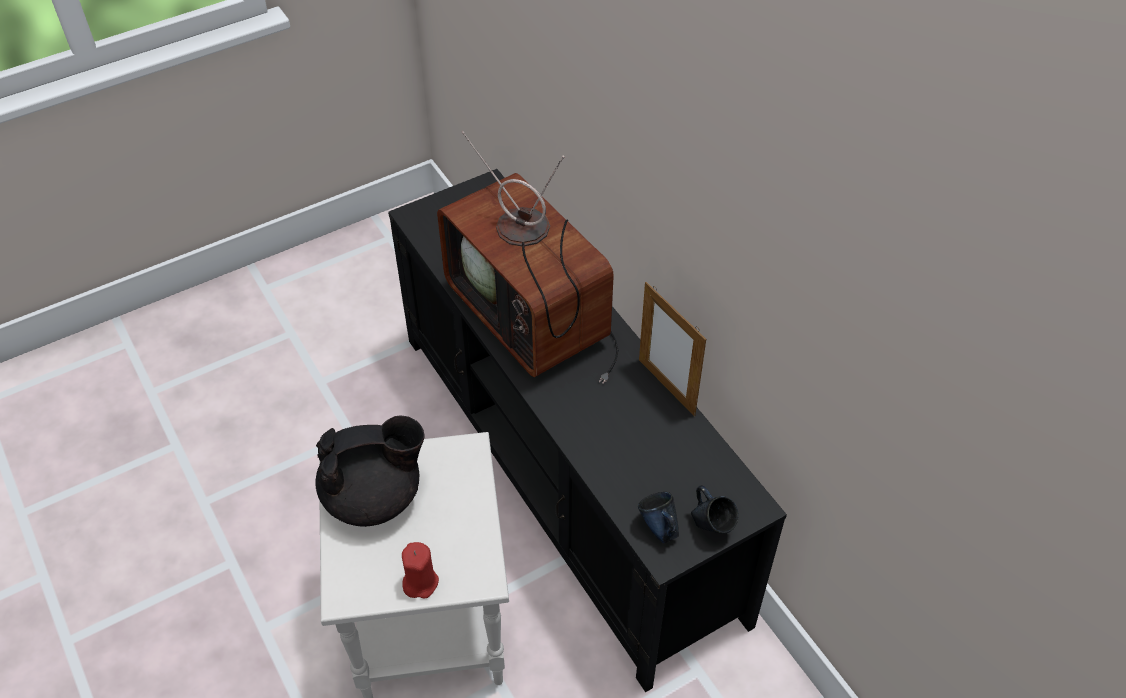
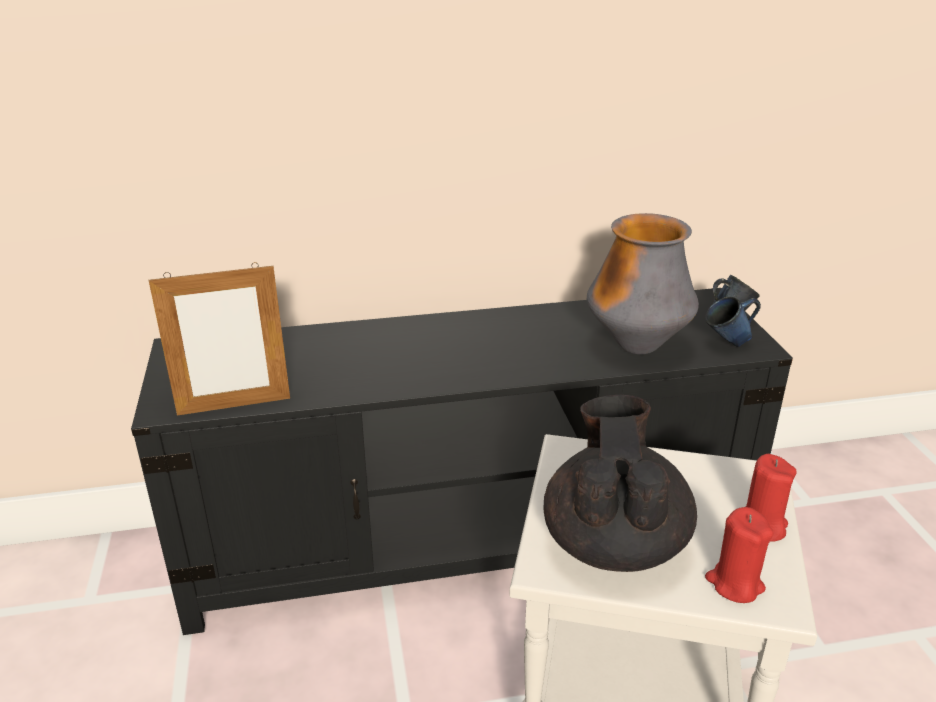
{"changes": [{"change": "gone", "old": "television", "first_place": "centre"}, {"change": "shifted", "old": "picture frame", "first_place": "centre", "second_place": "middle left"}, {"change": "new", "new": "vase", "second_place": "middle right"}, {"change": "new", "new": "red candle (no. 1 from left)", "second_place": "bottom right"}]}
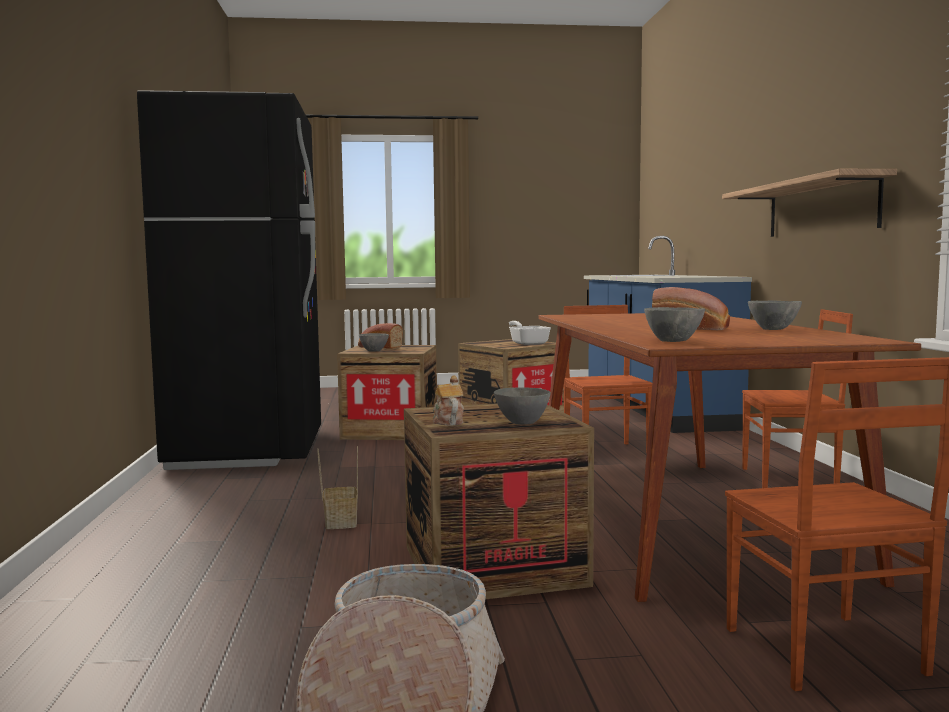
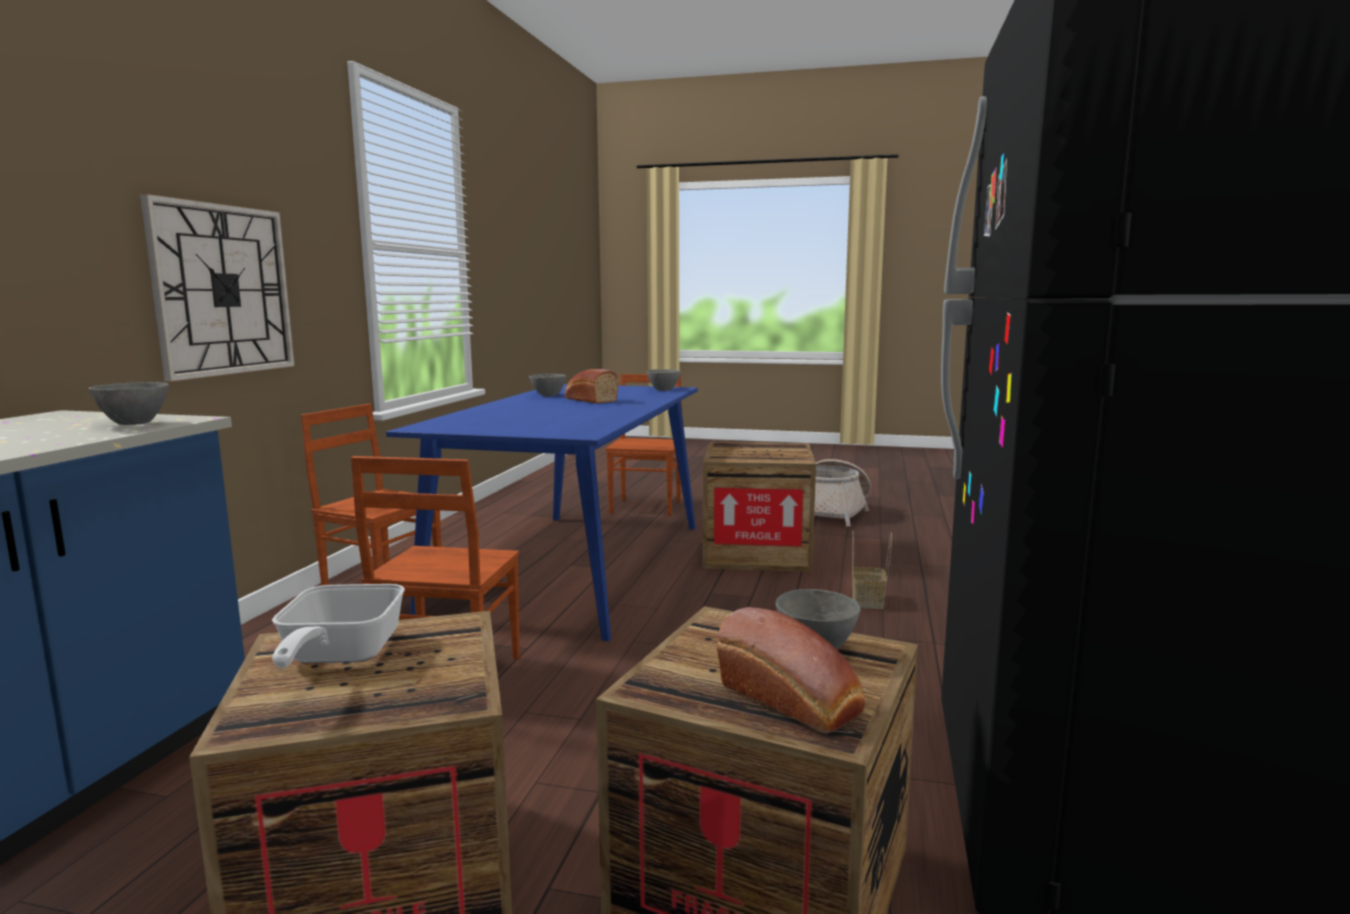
{"changes": [{"change": "gone", "old": "teapot", "first_place": "centre"}, {"change": "shifted", "old": "grey bowl (no. 2 from left in the first image)", "new": "grey bowl (no. 1 from left)", "first_place": "centre", "second_place": "middle left"}, {"change": "repainted", "old": "brown dining table", "new": "blue dining table", "first_place": "middle right", "second_place": "centre"}, {"change": "swapped", "old": "shelf", "new": "wall clock", "first_place": "top right", "second_place": "top left"}]}
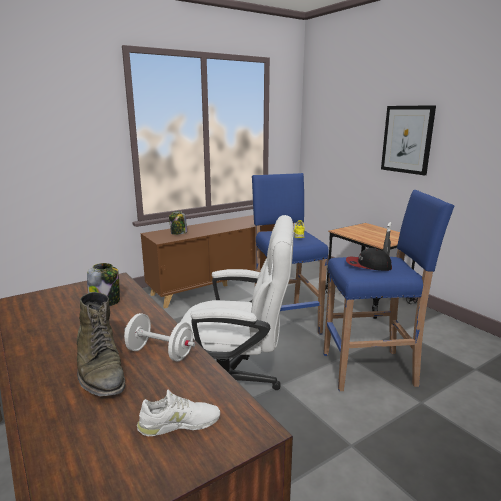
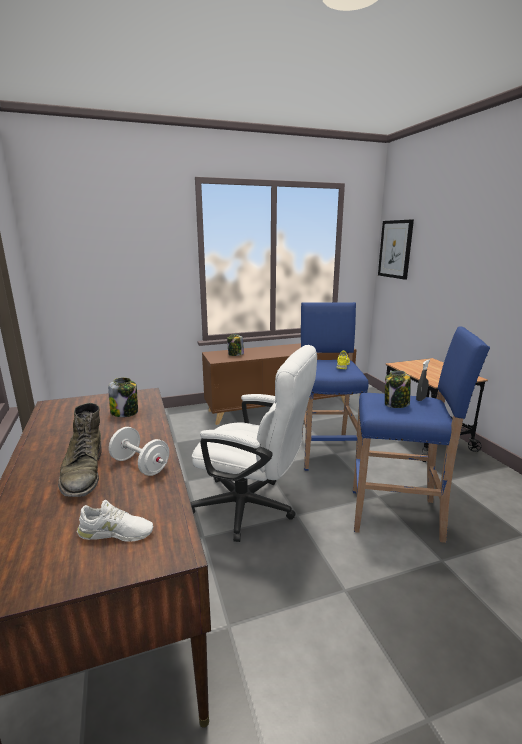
{"changes": [{"change": "swapped", "old": "cap", "new": "jar (no. 3 from left)", "first_place": "middle right", "second_place": "middle right"}, {"change": "shifted", "old": "picture", "first_place": "top right", "second_place": "middle right"}]}
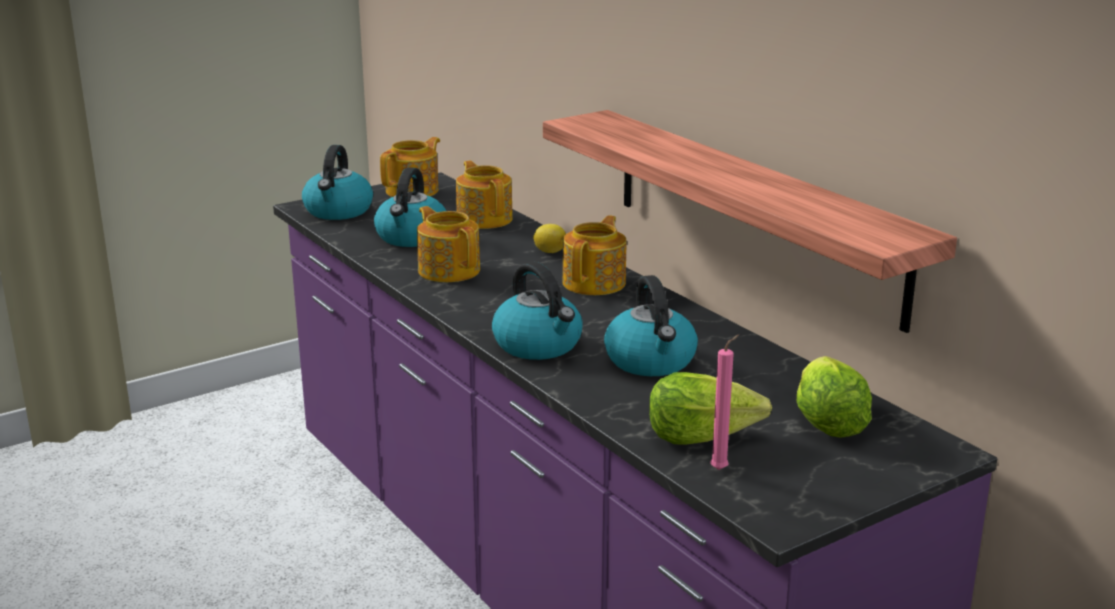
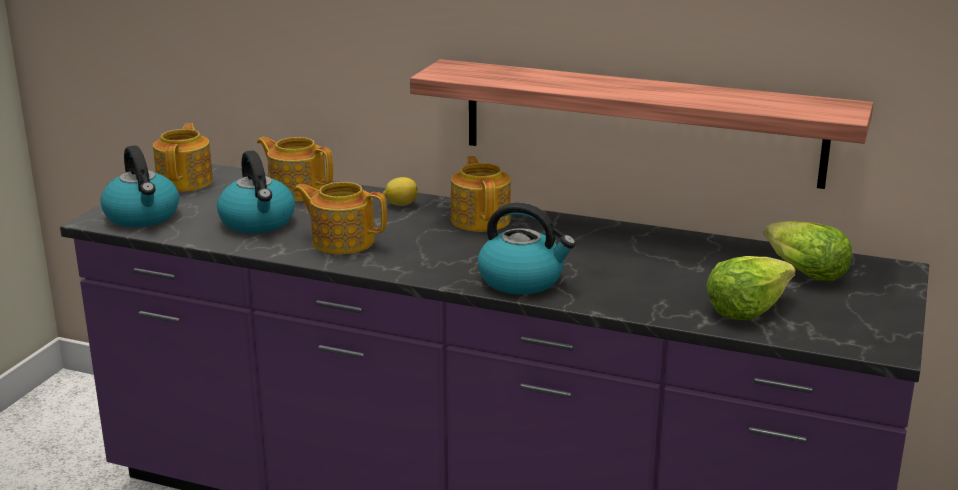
{"changes": [{"change": "gone", "old": "kettle (no. 4 from left)", "first_place": "centre"}, {"change": "gone", "old": "pink candle", "first_place": "centre"}]}
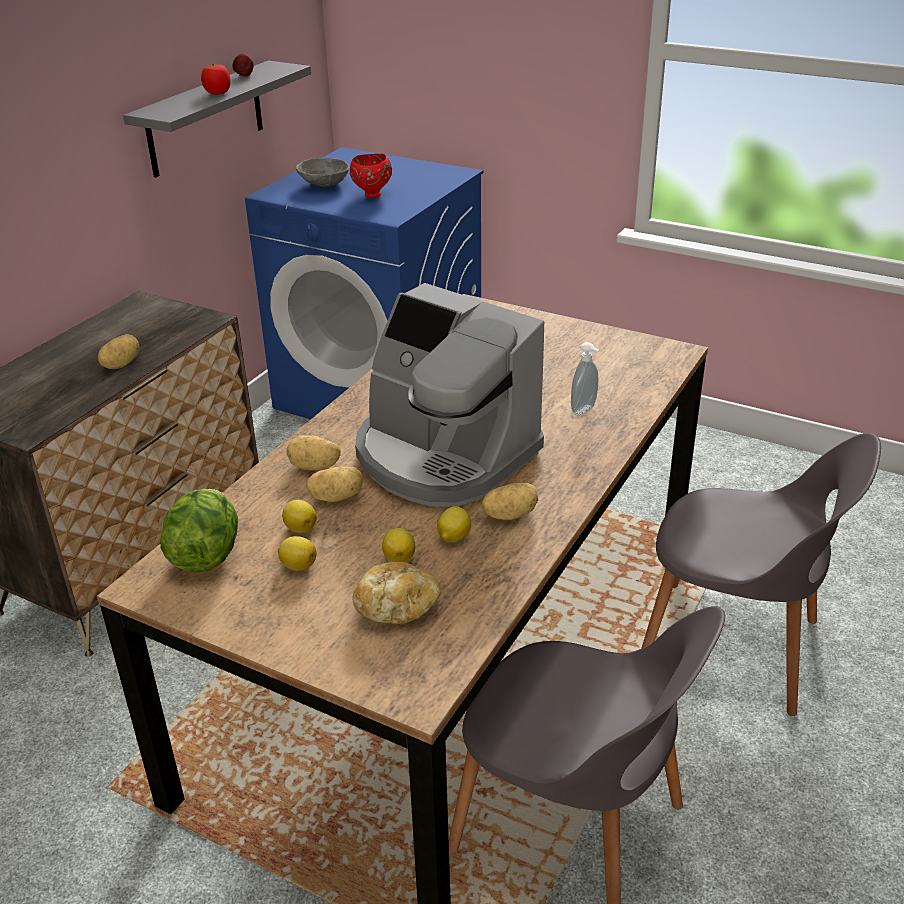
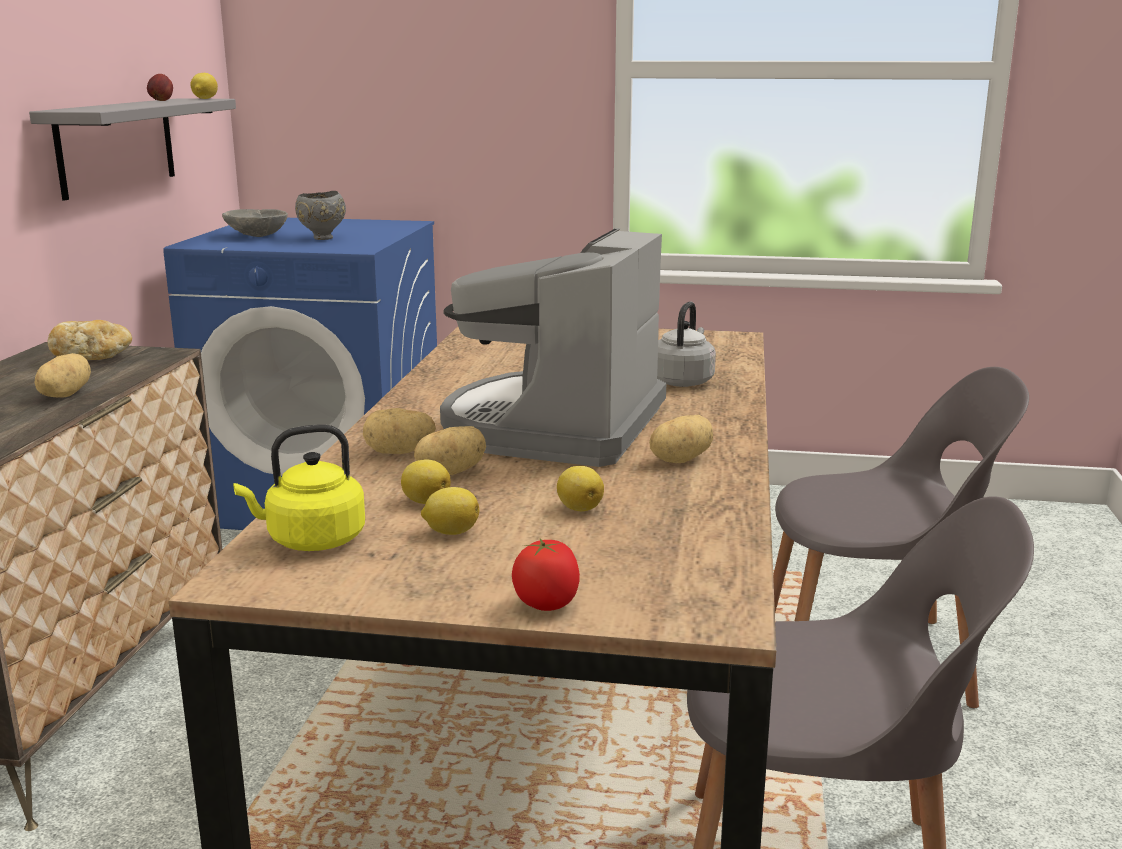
{"changes": [{"change": "swapped", "old": "lettuce", "new": "yellow kettle", "first_place": "middle left", "second_place": "middle left"}, {"change": "shifted", "old": "tomato", "first_place": "top left", "second_place": "bottom centre"}, {"change": "repainted", "old": "red bowl", "new": "grey bowl (no. 2 from left)", "first_place": "top centre", "second_place": "top left"}, {"change": "shifted", "old": "bread", "first_place": "centre", "second_place": "middle left"}, {"change": "rotated", "old": "coffee machine", "first_place": "centre", "second_place": "centre", "degrees": 90}, {"change": "shifted", "old": "lemon (no. 4 from left in the first image)", "new": "lemon (no. 1 from left)", "first_place": "centre", "second_place": "top left"}, {"change": "swapped", "old": "soap dispenser", "new": "grey kettle", "first_place": "centre", "second_place": "centre"}]}
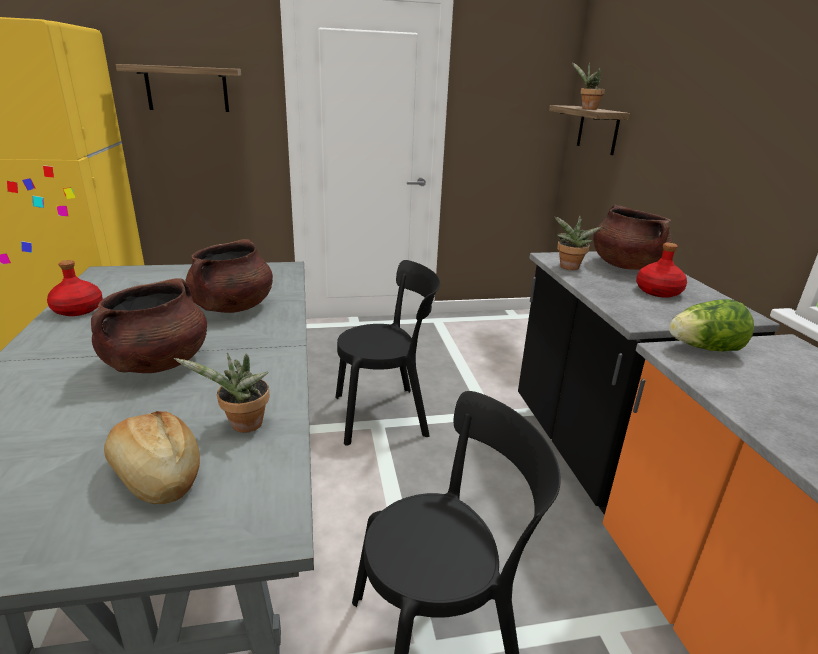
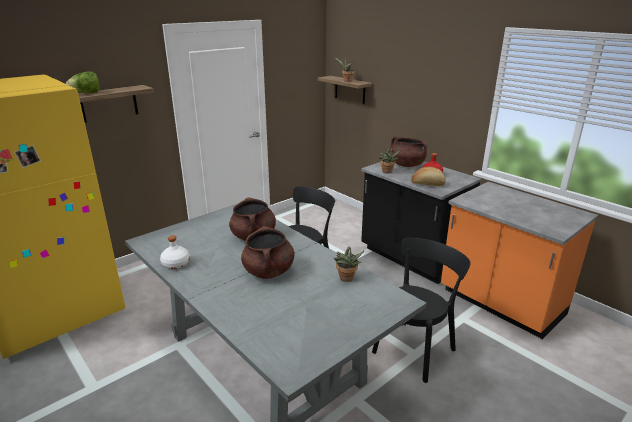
{"changes": [{"change": "repainted", "old": "red bottle (no. 1 from left)", "new": "white bottle", "first_place": "middle left", "second_place": "middle left"}, {"change": "shifted", "old": "bread", "first_place": "bottom left", "second_place": "middle right"}, {"change": "shifted", "old": "lettuce", "first_place": "middle right", "second_place": "top left"}]}
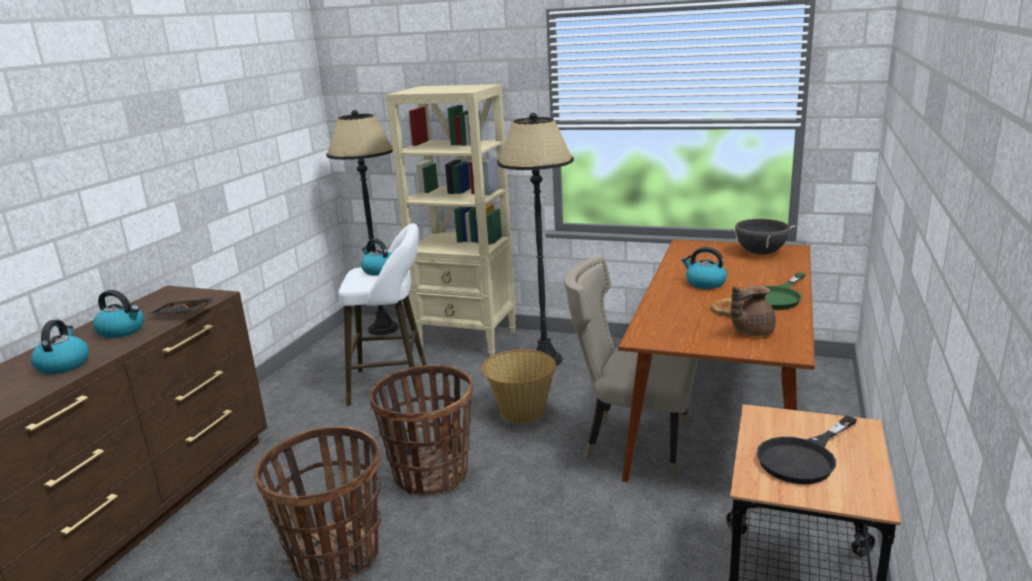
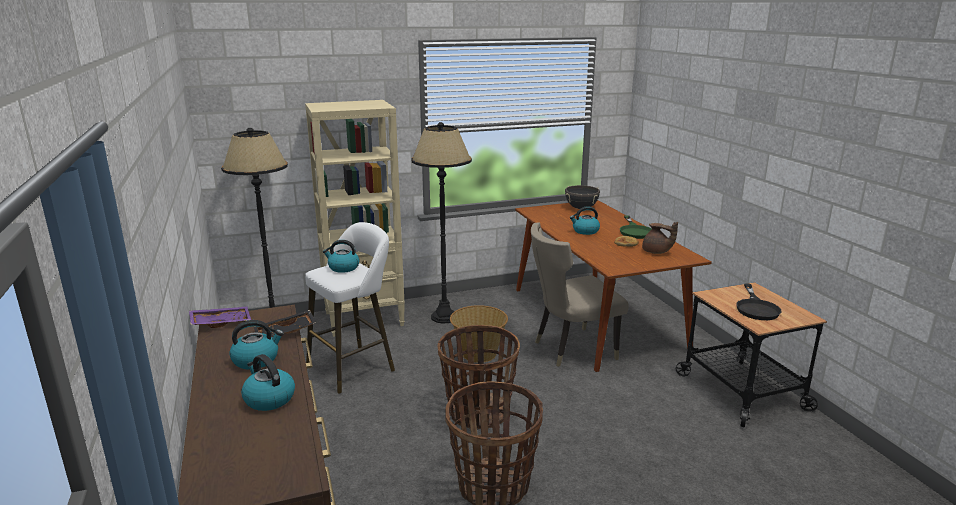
{"changes": [{"change": "rotated", "old": "brown teapot", "first_place": "middle right", "second_place": "middle right", "degrees": -75}, {"change": "new", "new": "purple tray", "second_place": "middle left"}]}
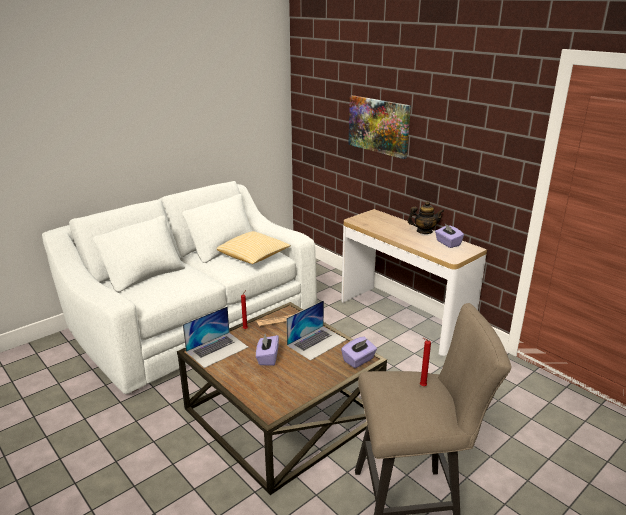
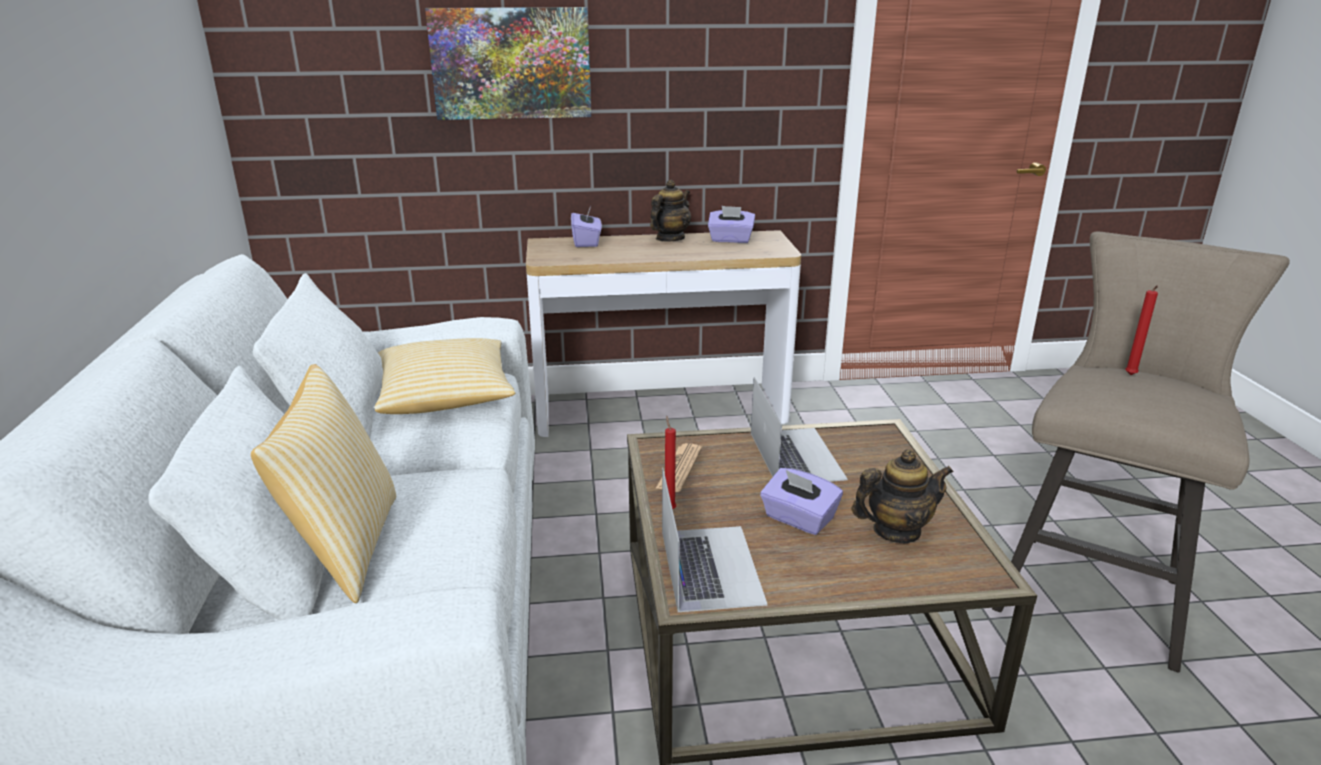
{"changes": [{"change": "shifted", "old": "purple tissue box (no. 2 from left in the first image)", "new": "purple tissue box (no. 1 from left)", "first_place": "bottom centre", "second_place": "top centre"}, {"change": "new", "new": "pillow (no. 1 from left)", "second_place": "middle left"}, {"change": "new", "new": "teapot (no. 2 from left)", "second_place": "middle right"}]}
